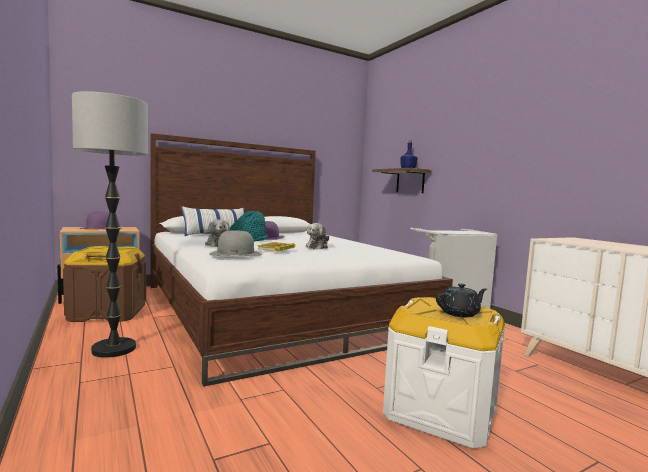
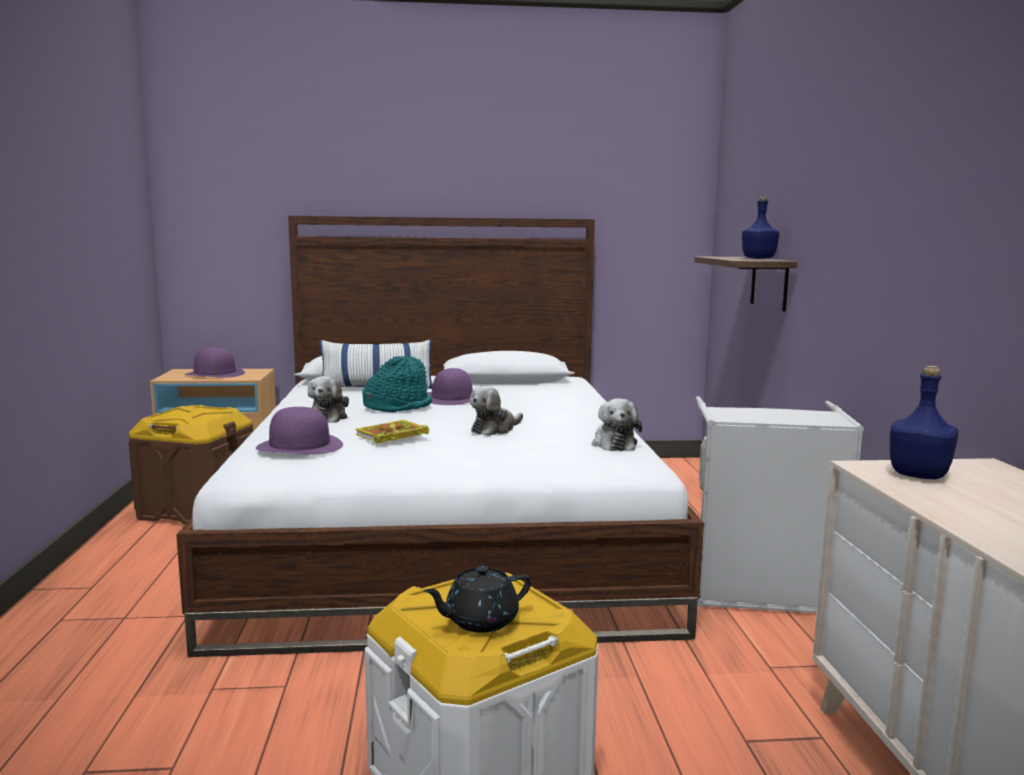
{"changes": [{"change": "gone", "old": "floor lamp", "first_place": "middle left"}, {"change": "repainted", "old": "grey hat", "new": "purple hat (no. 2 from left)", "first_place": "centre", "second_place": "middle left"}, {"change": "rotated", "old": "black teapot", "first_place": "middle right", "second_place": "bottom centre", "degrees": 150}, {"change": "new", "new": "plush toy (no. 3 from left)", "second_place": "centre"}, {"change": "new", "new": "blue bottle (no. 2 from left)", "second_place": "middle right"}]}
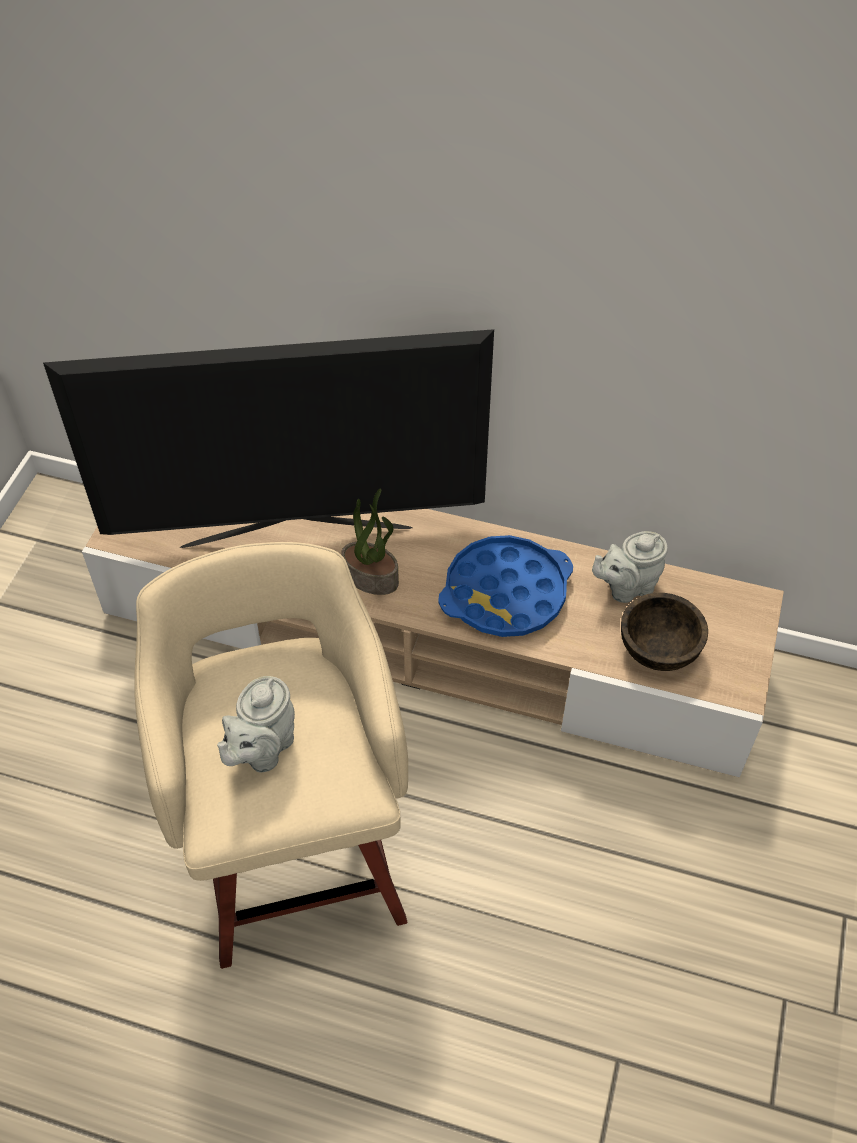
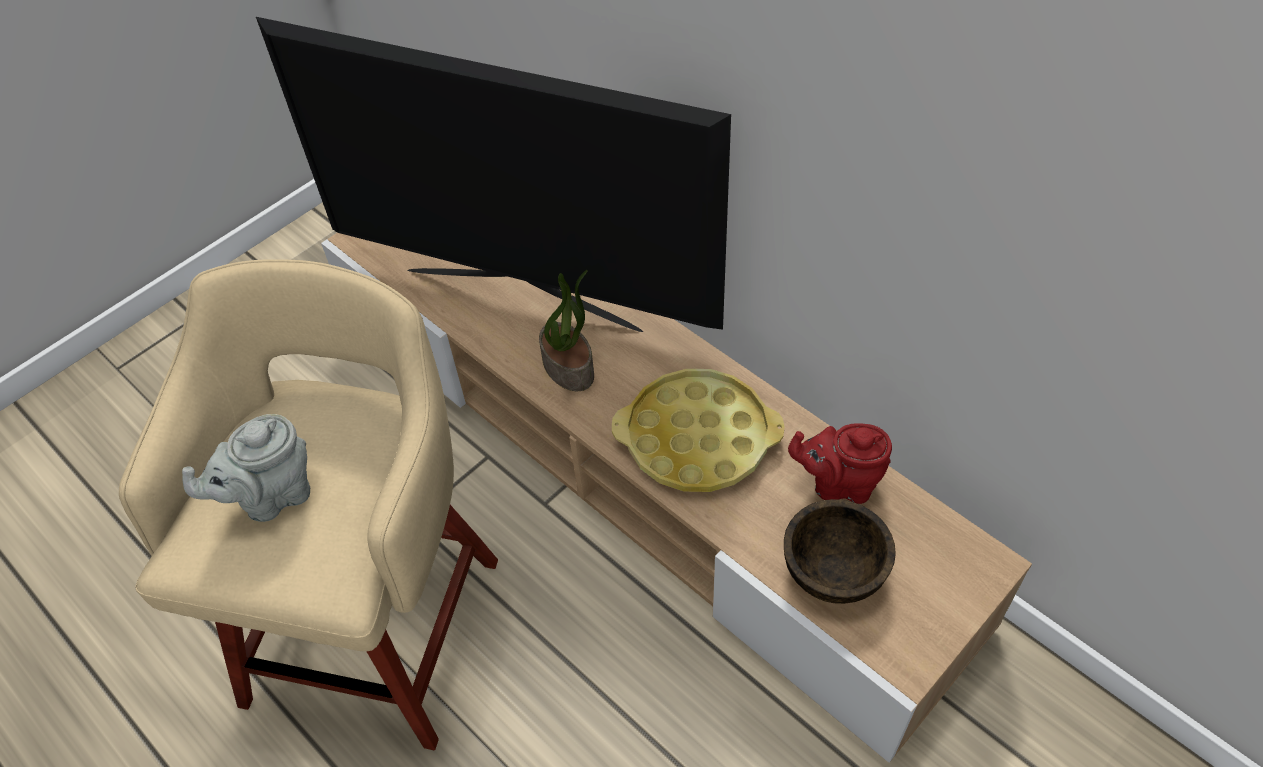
{"changes": [{"change": "repainted", "old": "blue tray", "new": "yellow tray", "first_place": "centre", "second_place": "centre"}, {"change": "repainted", "old": "grey teapot (no. 2 from left)", "new": "red teapot", "first_place": "middle right", "second_place": "centre"}]}
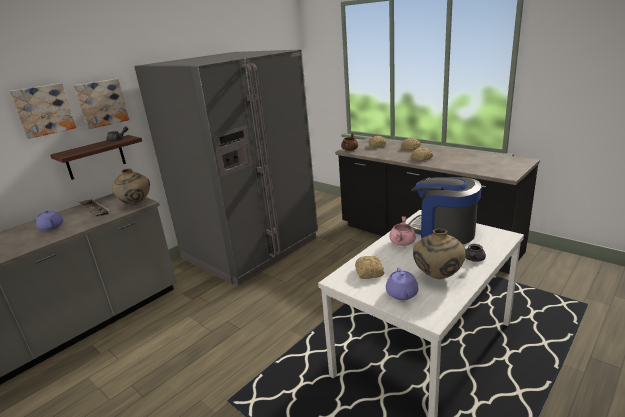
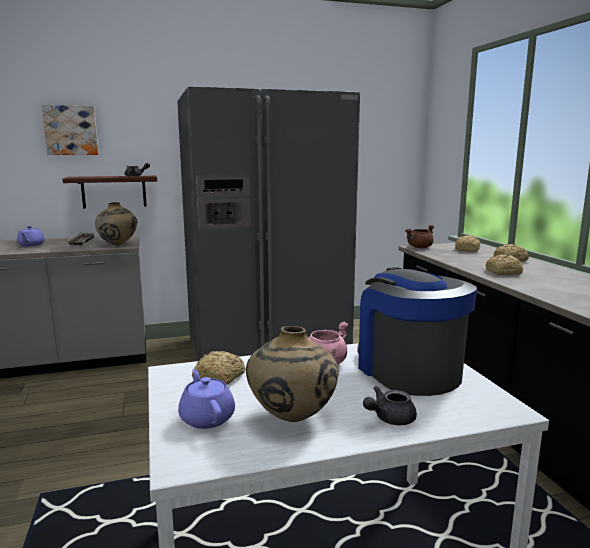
{"changes": [{"change": "gone", "old": "picture (no. 2 from left)", "first_place": "top left"}, {"change": "rotated", "old": "purple teapot (no. 2 from left)", "first_place": "bottom centre", "second_place": "bottom centre", "degrees": 120}]}
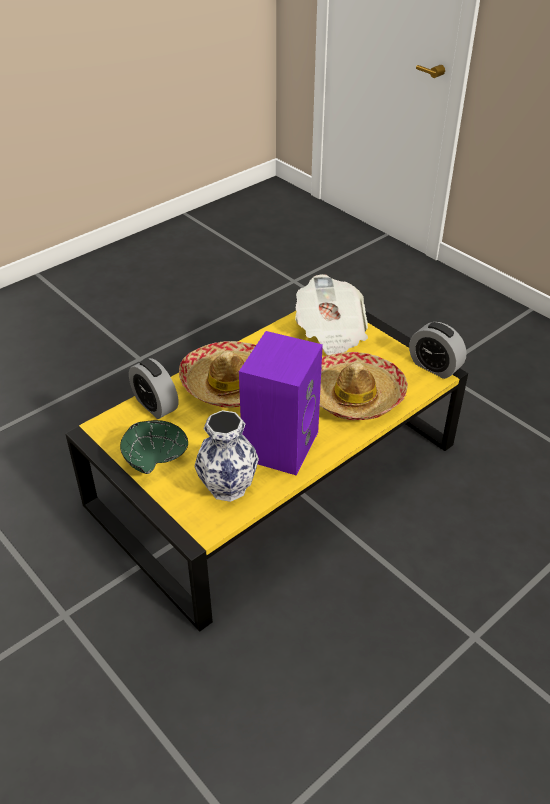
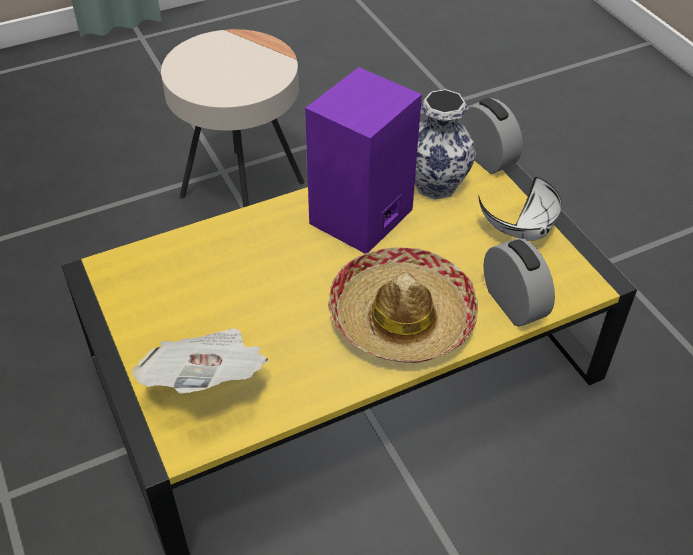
{"changes": [{"change": "repainted", "old": "green bowl", "new": "white bowl", "first_place": "middle left", "second_place": "middle right"}, {"change": "gone", "old": "hat (no. 2 from left)", "first_place": "centre"}, {"change": "shifted", "old": "alarm clock (no. 2 from left in the first image)", "new": "alarm clock (no. 1 from left)", "first_place": "middle right", "second_place": "top right"}, {"change": "new", "new": "beige side table", "second_place": "top centre"}]}
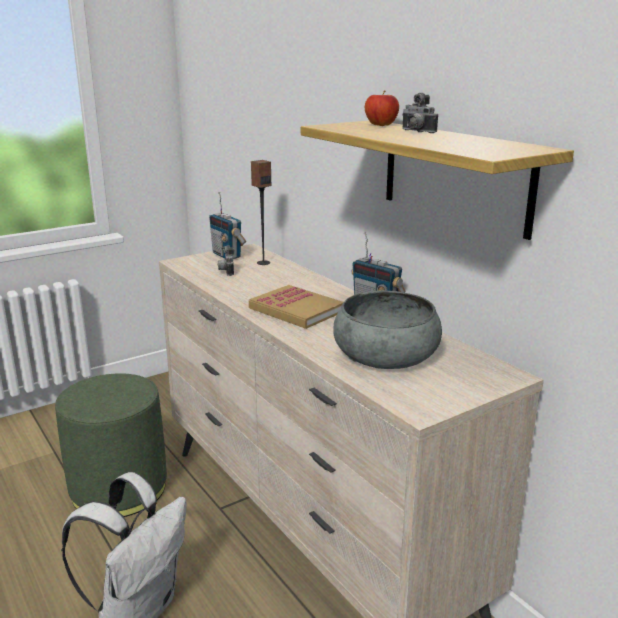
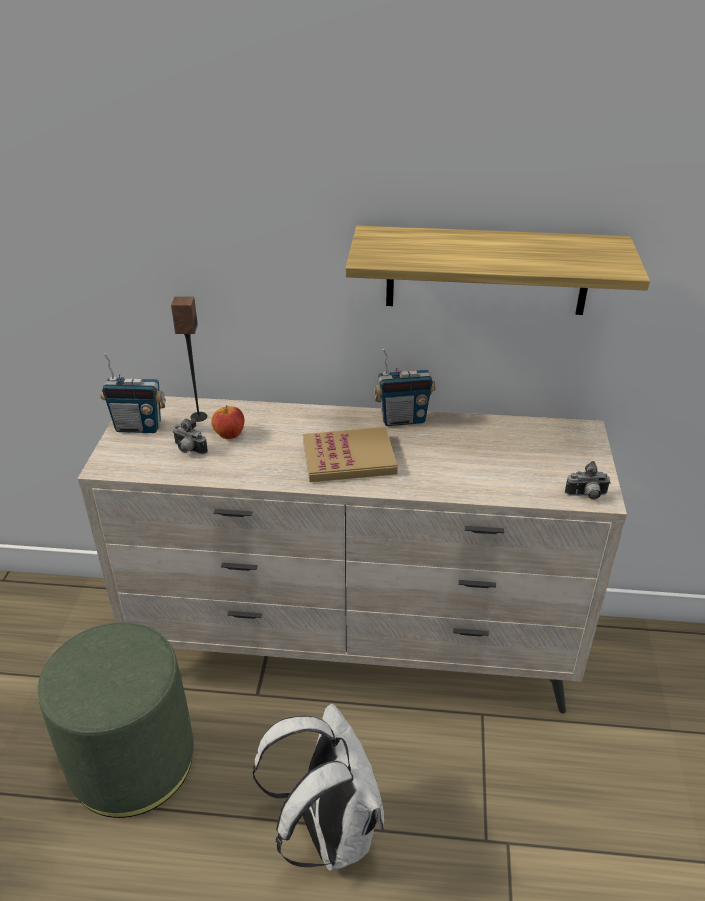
{"changes": [{"change": "gone", "old": "grey bowl", "first_place": "centre"}, {"change": "shifted", "old": "apple", "first_place": "top centre", "second_place": "middle left"}, {"change": "shifted", "old": "photo camera (no. 2 from left)", "first_place": "top right", "second_place": "middle right"}]}
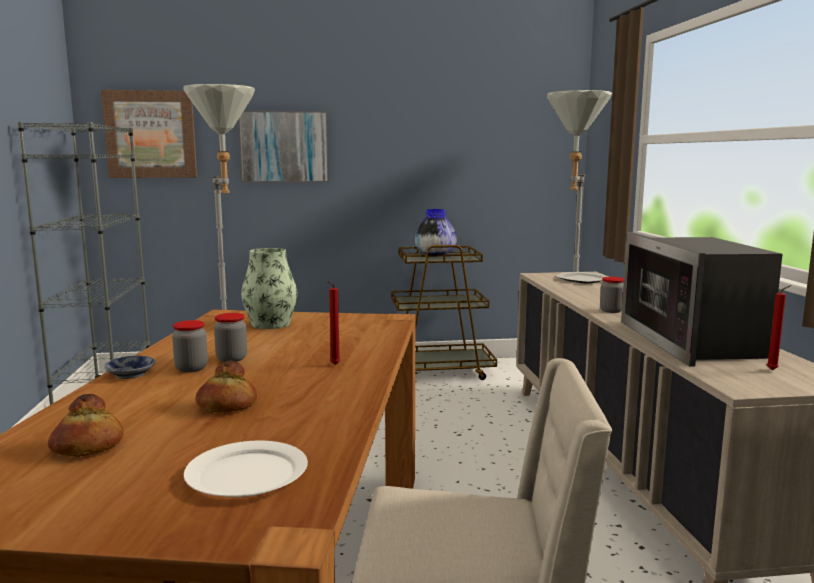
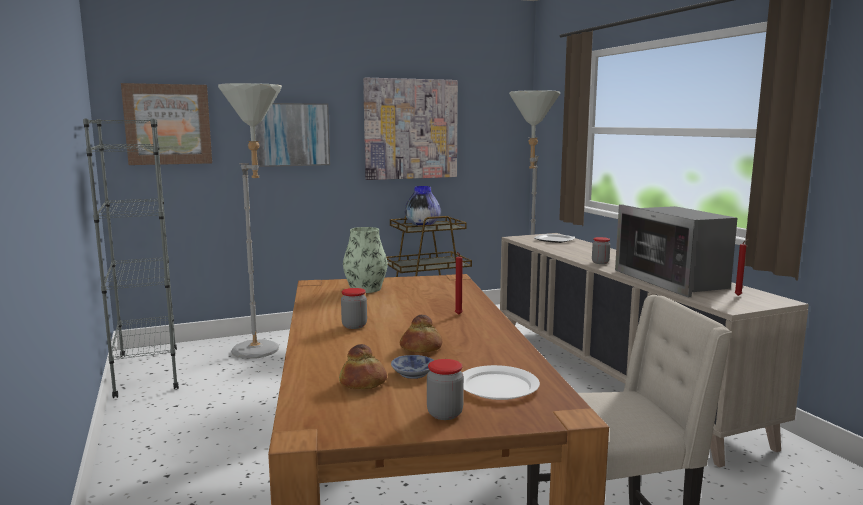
{"changes": [{"change": "shifted", "old": "bowl", "first_place": "middle left", "second_place": "bottom centre"}, {"change": "shifted", "old": "jar (no. 2 from left)", "first_place": "middle left", "second_place": "bottom centre"}, {"change": "new", "new": "picture (no. 3 from left)", "second_place": "top centre"}]}
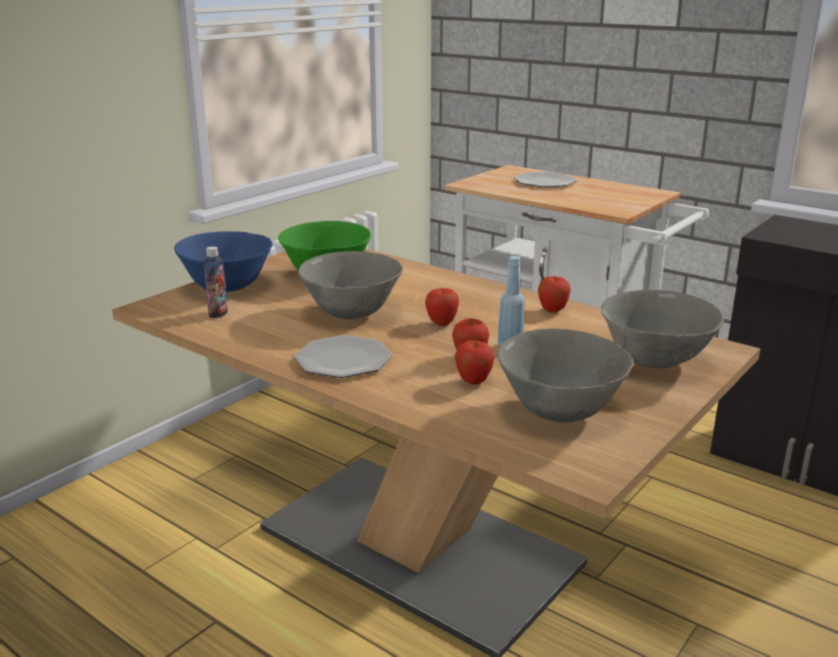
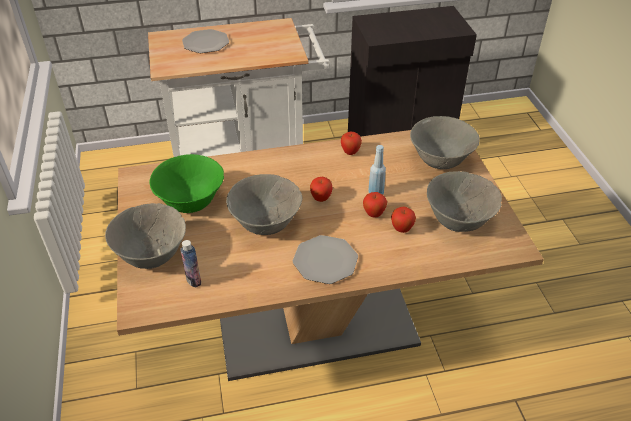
{"changes": [{"change": "repainted", "old": "blue bowl", "new": "grey bowl (no. 1 from left)", "first_place": "middle left", "second_place": "middle left"}]}
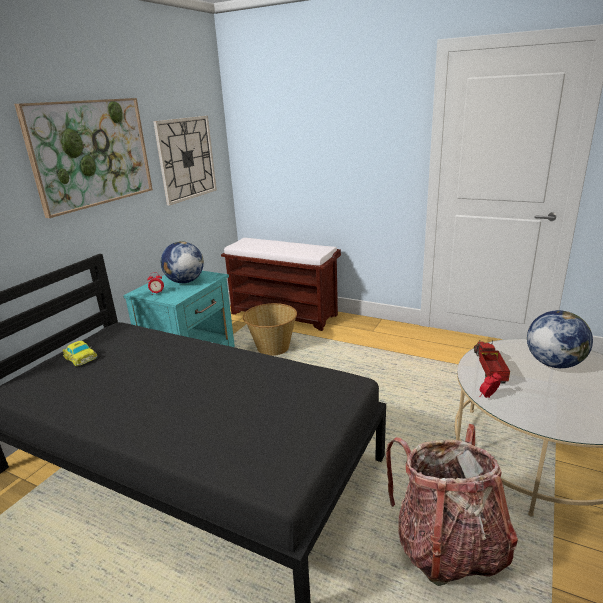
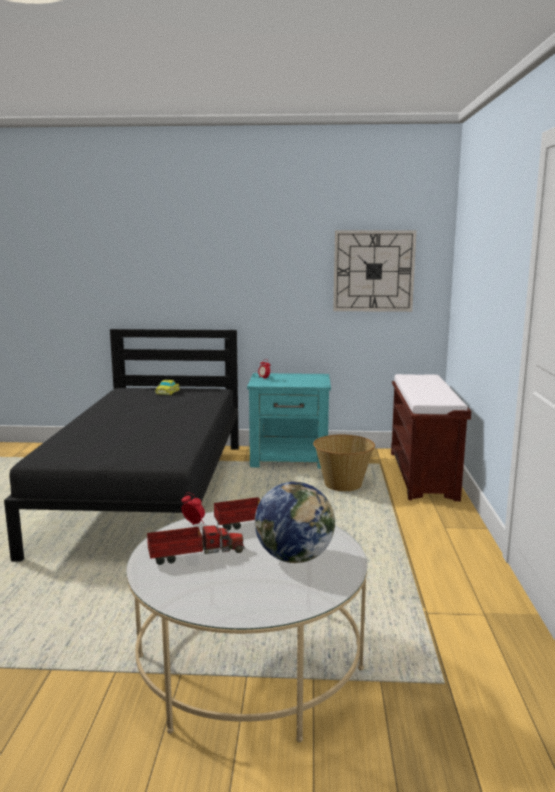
{"changes": [{"change": "gone", "old": "picture", "first_place": "top left"}, {"change": "gone", "old": "globe (no. 1 from left)", "first_place": "middle left"}, {"change": "gone", "old": "backpack", "first_place": "bottom right"}, {"change": "new", "new": "toy truck (no. 1 from left)", "second_place": "bottom centre"}]}
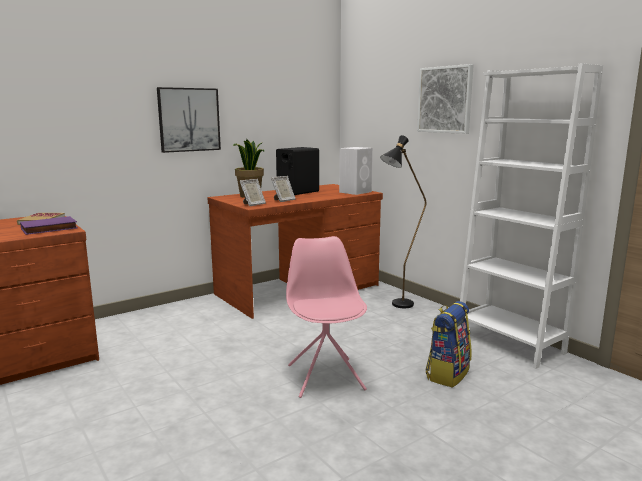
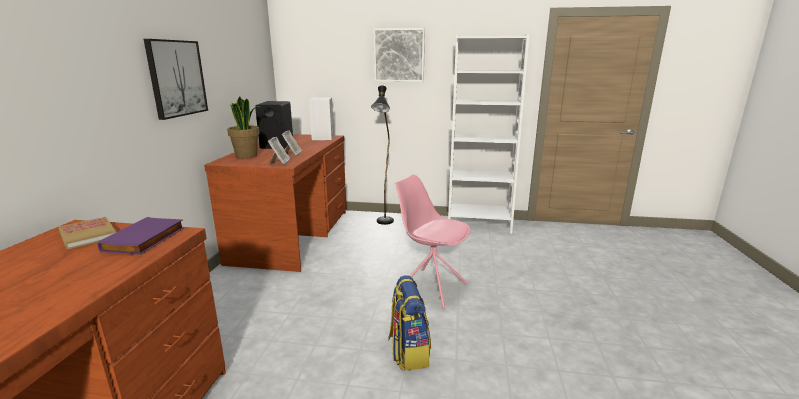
{"changes": [{"change": "shifted", "old": "backpack", "first_place": "bottom right", "second_place": "bottom centre"}]}
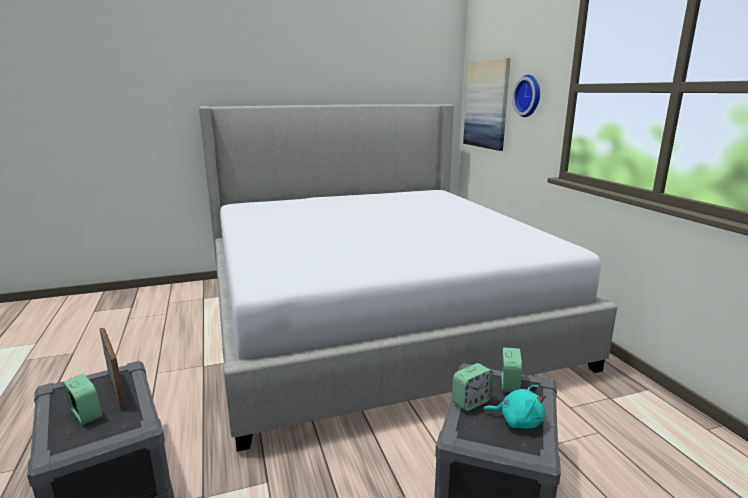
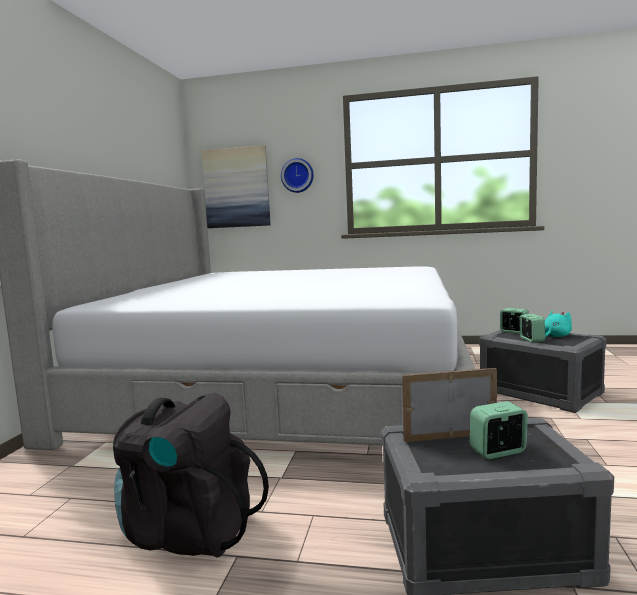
{"changes": [{"change": "new", "new": "black backpack", "second_place": "bottom left"}]}
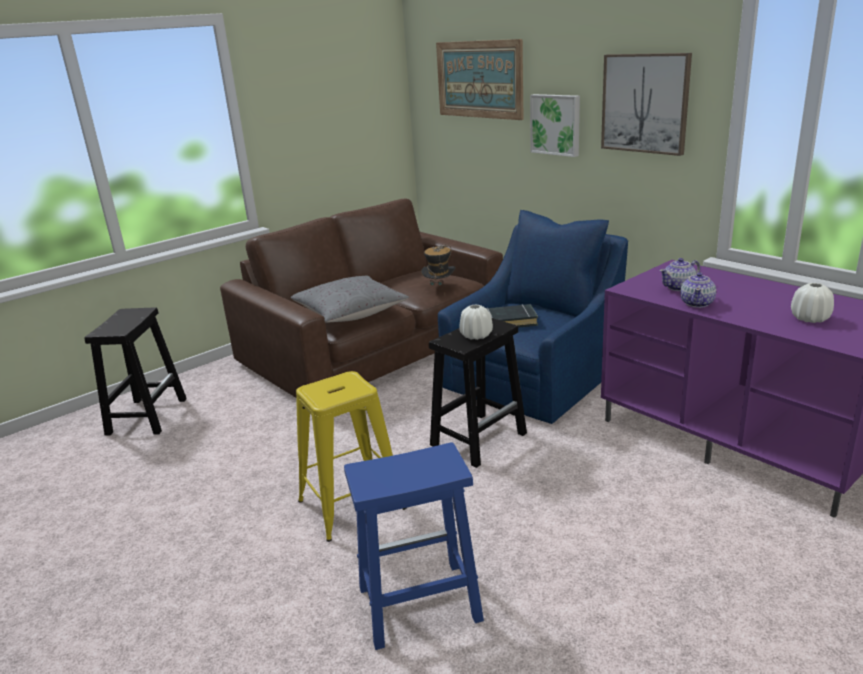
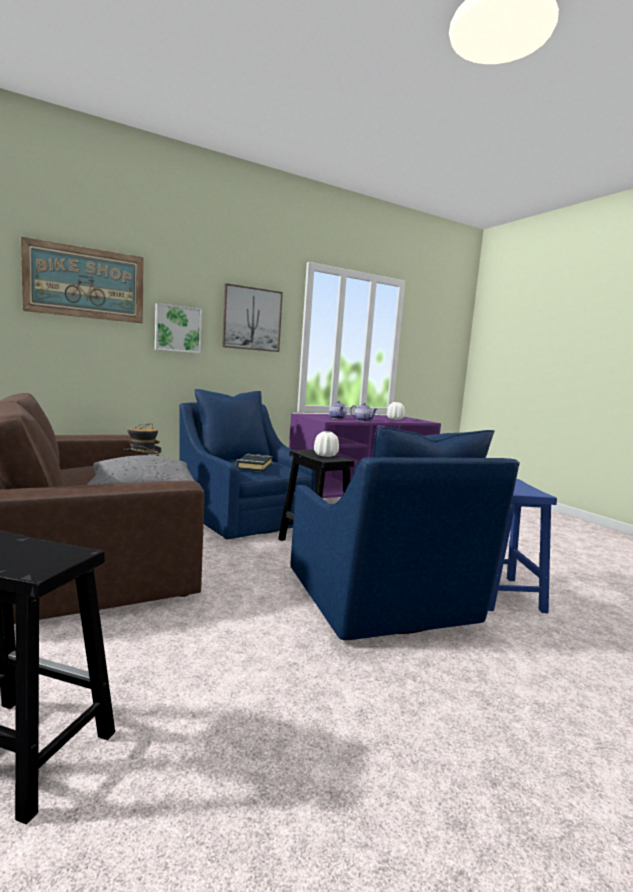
{"changes": [{"change": "swapped", "old": "yellow stool", "new": "blue armchair (no. 2 from left)", "first_place": "bottom centre", "second_place": "centre"}]}
